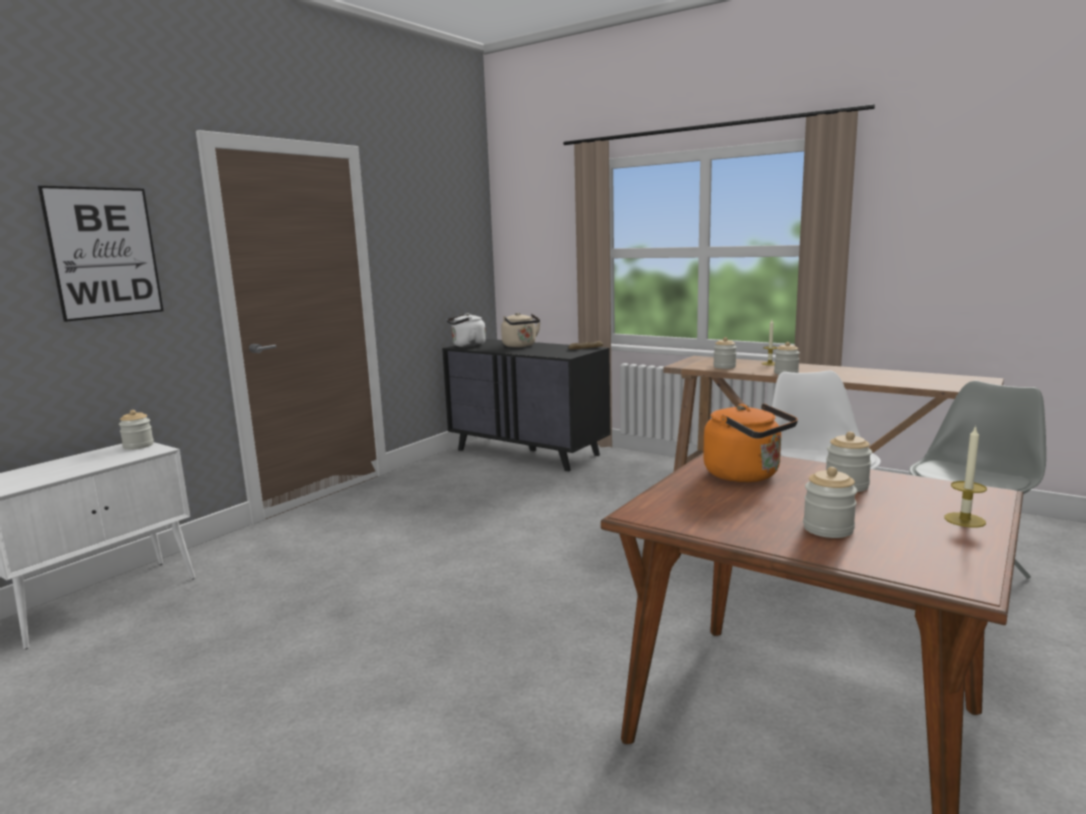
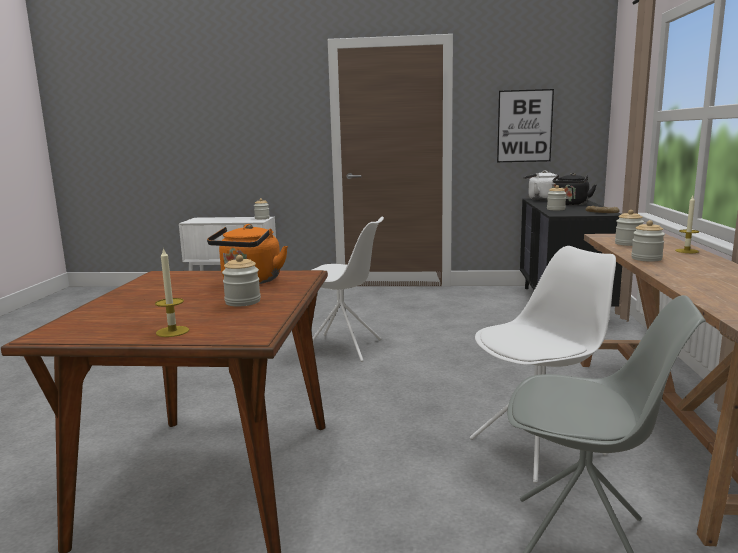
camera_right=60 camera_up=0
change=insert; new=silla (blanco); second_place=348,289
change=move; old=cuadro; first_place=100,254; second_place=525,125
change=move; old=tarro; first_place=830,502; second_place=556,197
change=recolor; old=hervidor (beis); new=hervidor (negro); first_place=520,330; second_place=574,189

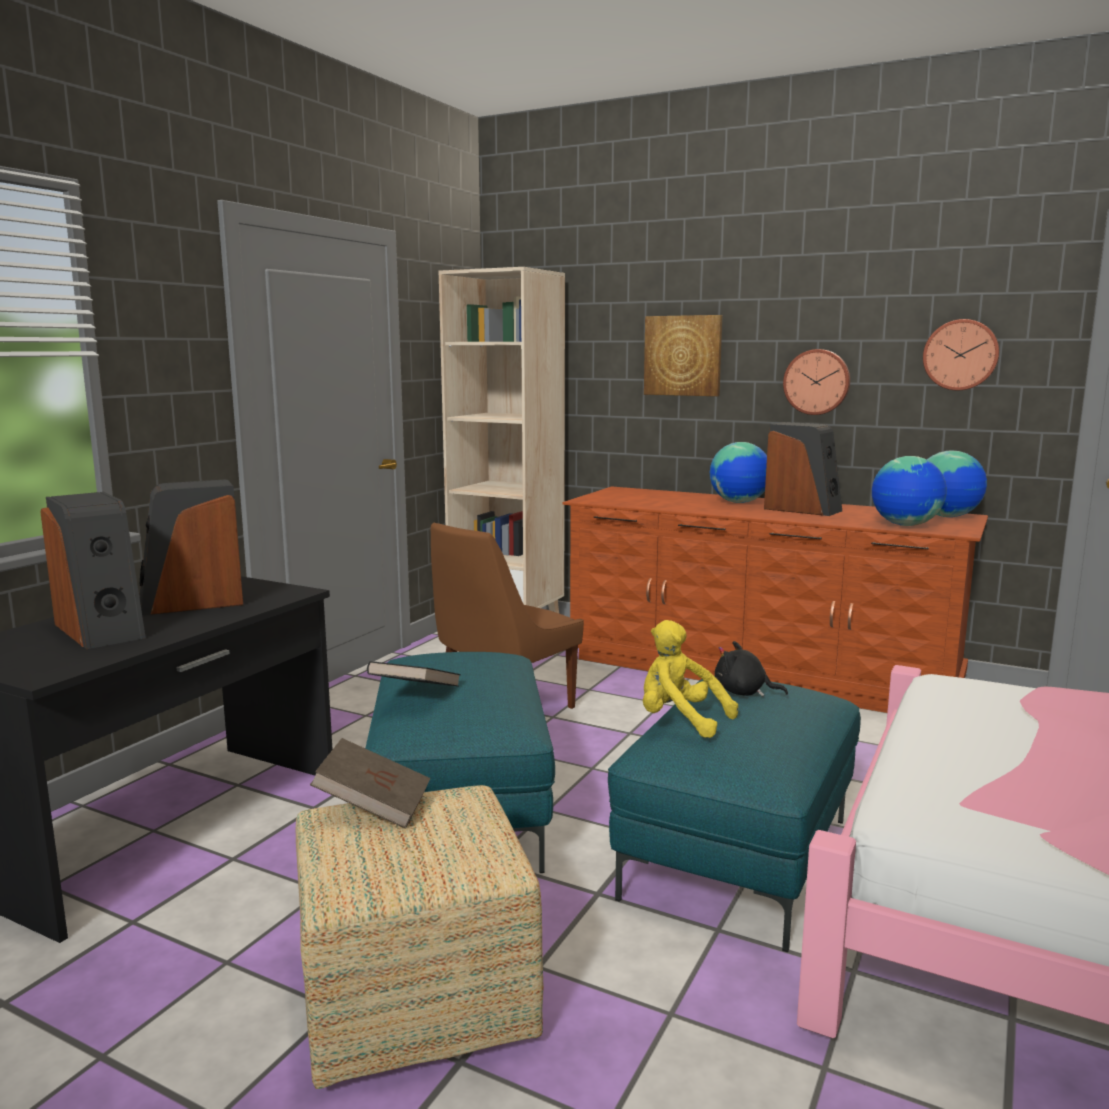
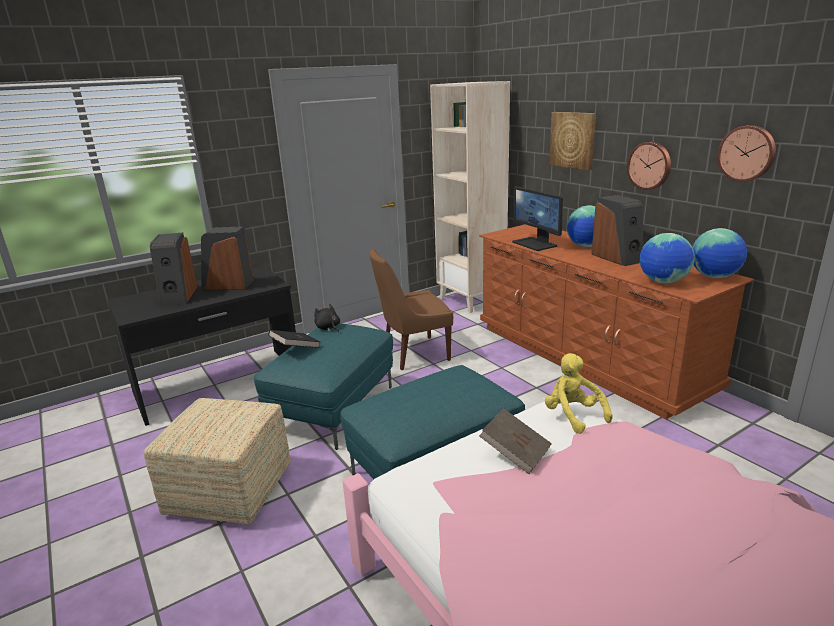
camera_right=30 camera_up=10
change=move; old=peluche (negro); first_place=751,669; second_place=327,318
change=move; old=libro (marrón); first_place=370,783; second_place=515,441
change=insert; new=monitor; second_place=537,218
change=move; old=peluche (amarillo); first_place=690,679; second_place=579,393

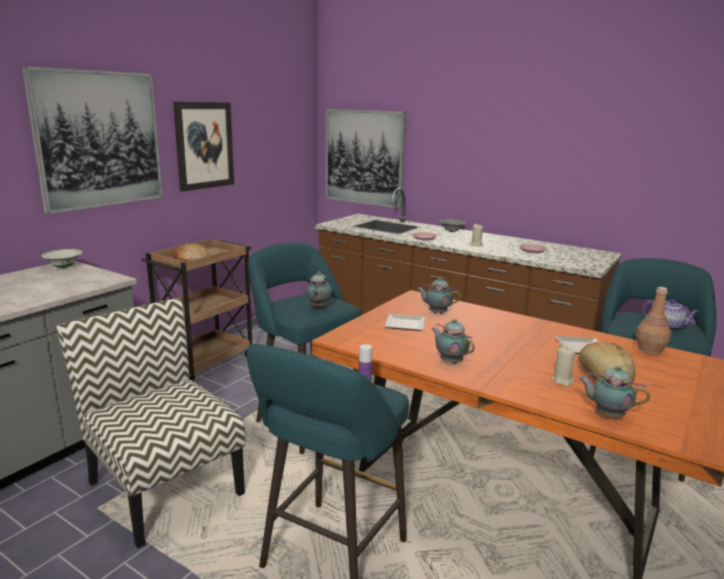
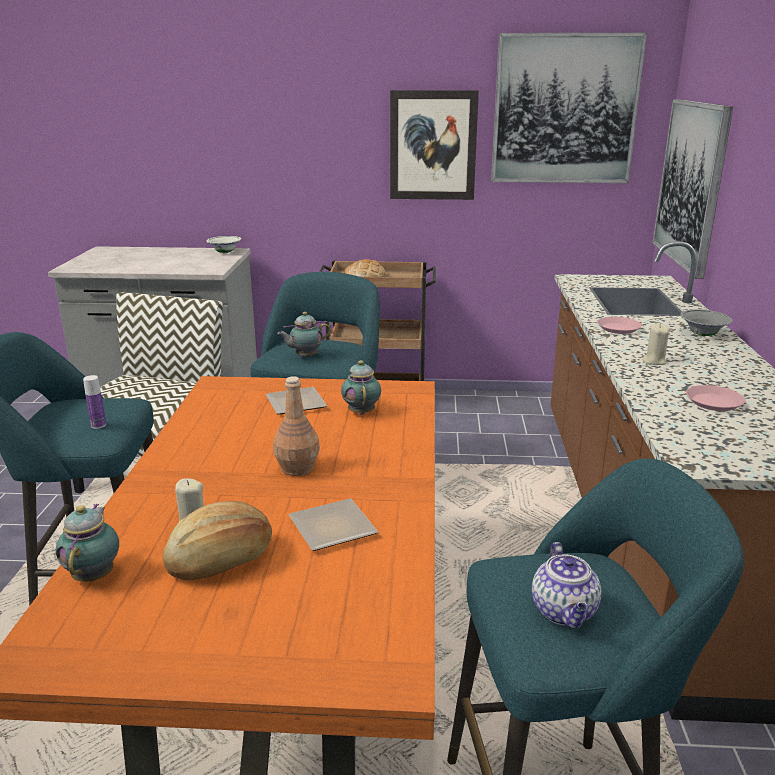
camera_right=60 camera_up=5
change=move; old=botella (marrón); first_place=653,320; second_place=296,426
change=move; old=cuadro; first_place=92,140; second_place=569,108
change=delete; old=tetera; first_place=453,341

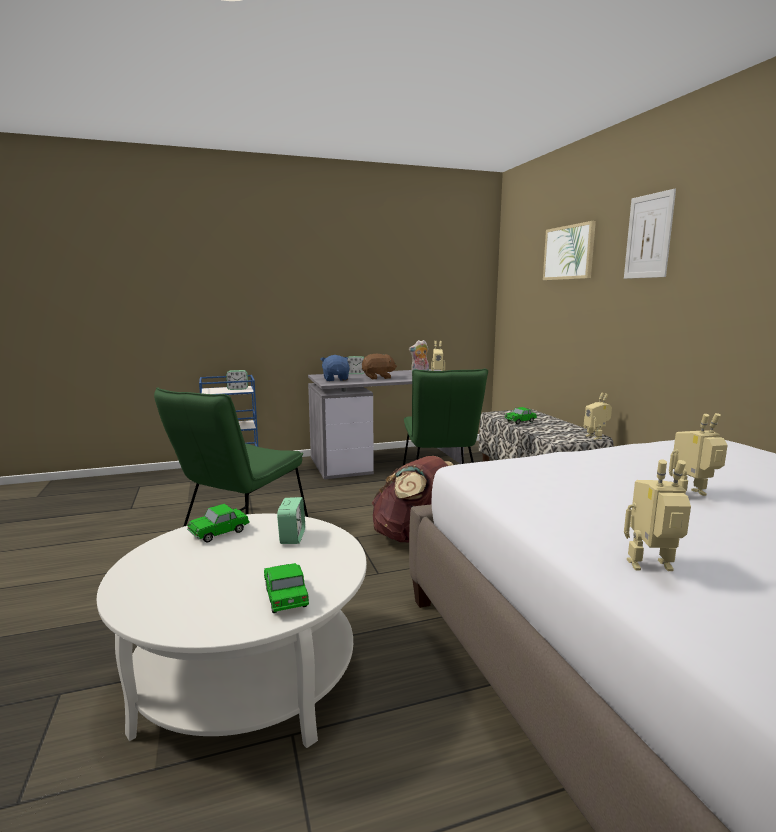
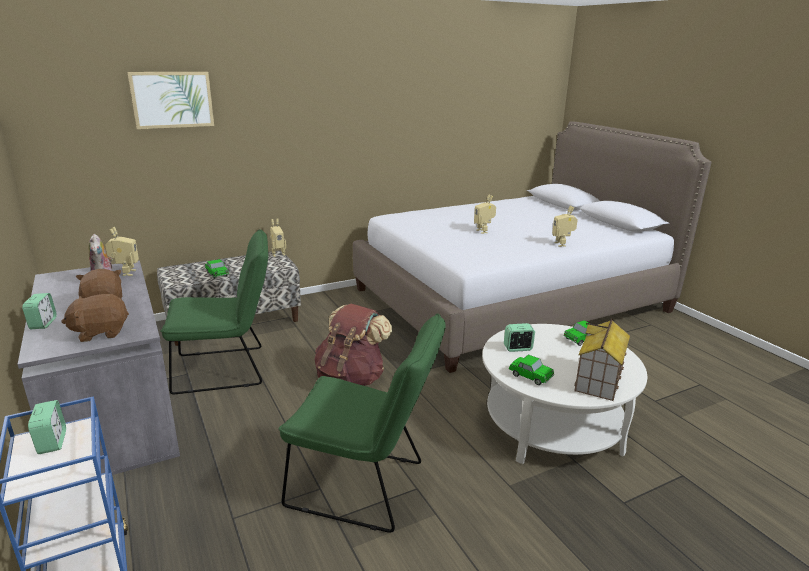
camera_right=-100 camera_up=10
change=recolor; old=peluche (azul); new=peluche (marrón); first_place=335,368; second_place=95,318
change=insert; new=casita; second_place=602,360
change=delete; old=cuadro; first_place=650,234

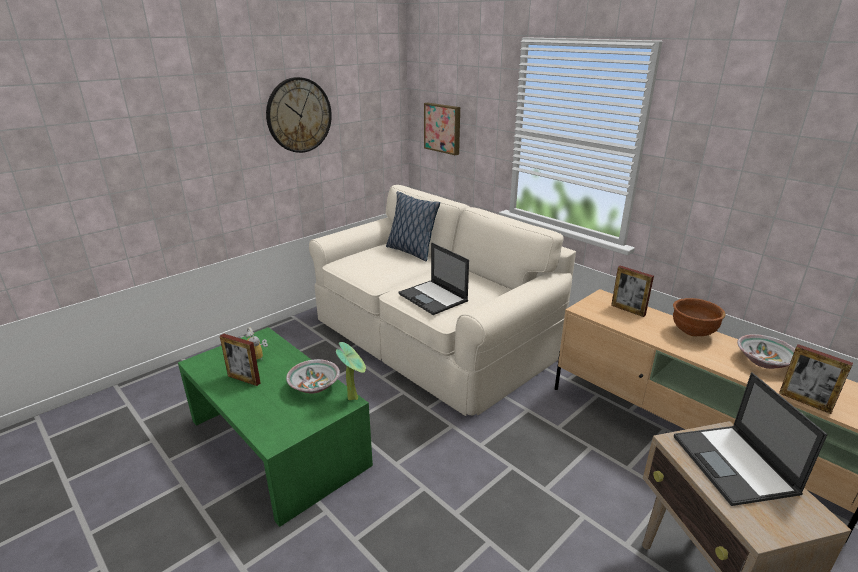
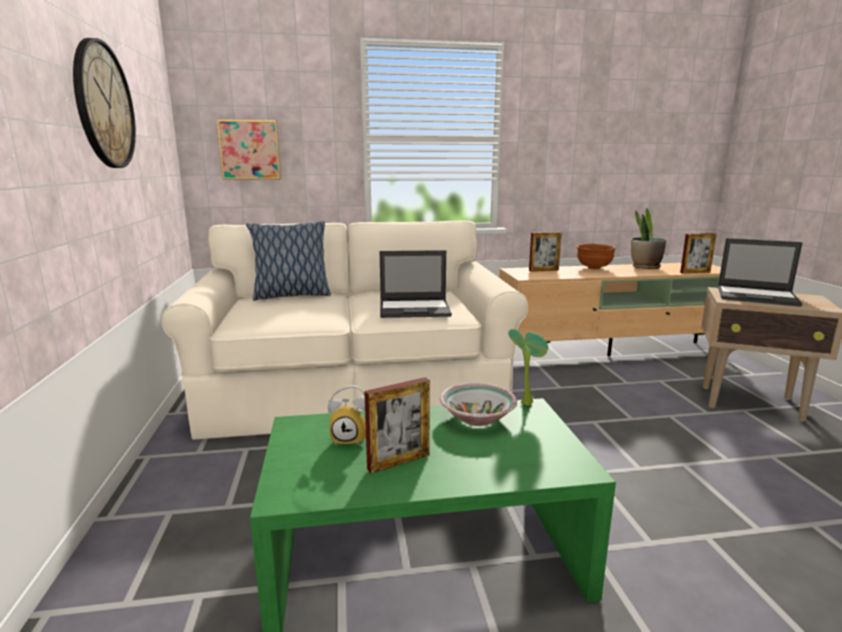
camera_right=-55 camera_up=-10
change=replace; old=cuenco; new=planta en maceta; first_place=766,351; second_place=648,238

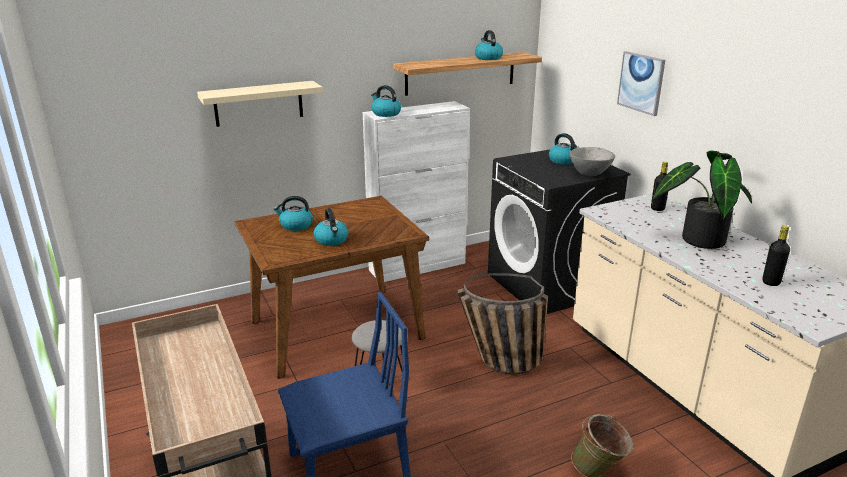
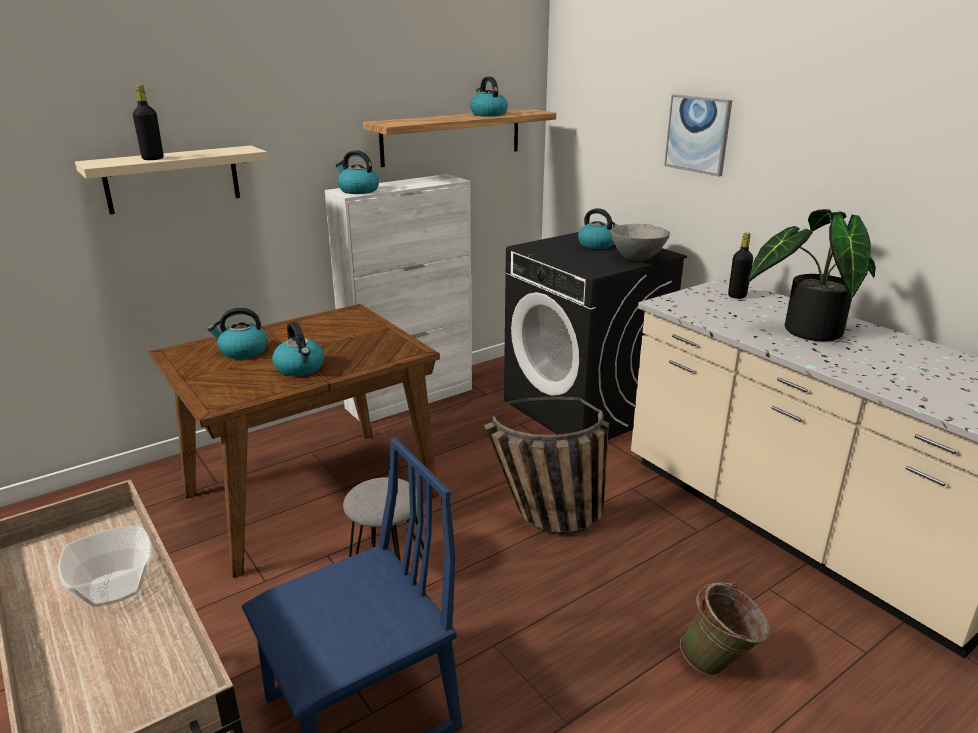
camera_right=-10 camera_up=0
change=insert; new=cuenco; second_place=105,566
change=move; old=botella (negro); first_place=776,255; second_place=148,122

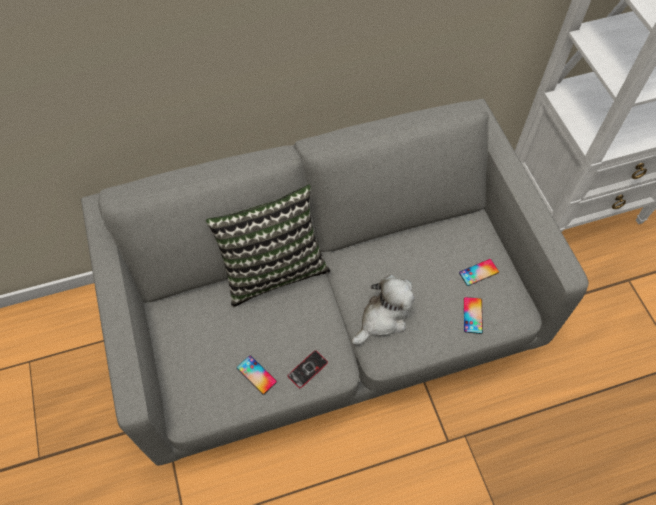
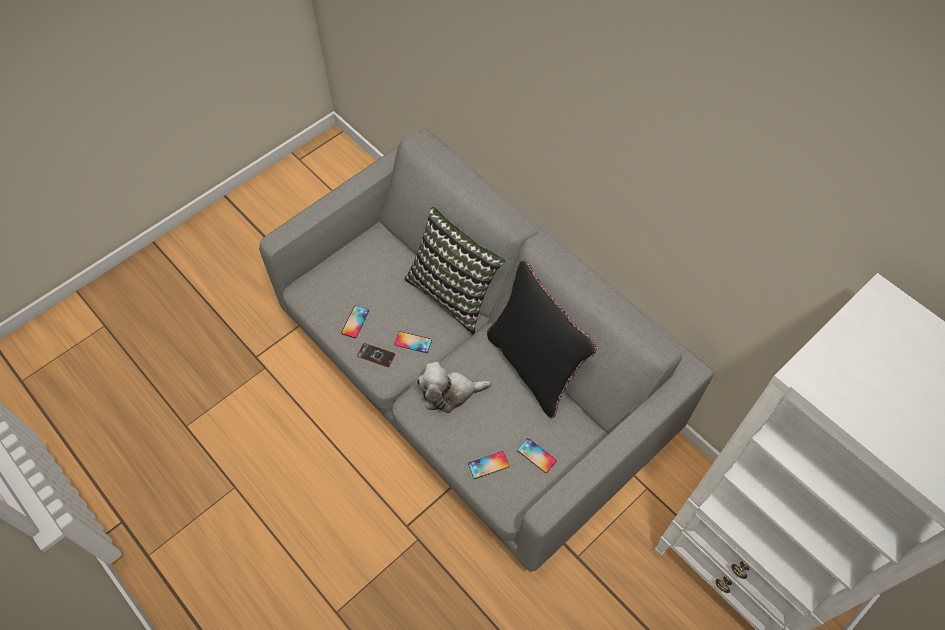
camera_right=65 camera_up=0
change=insert; new=móvil; second_place=413,342
change=rotate; old=peluche; first_place=383,309; second_place=453,387; degrees=150
change=insert; new=cojín (negro); second_place=542,339

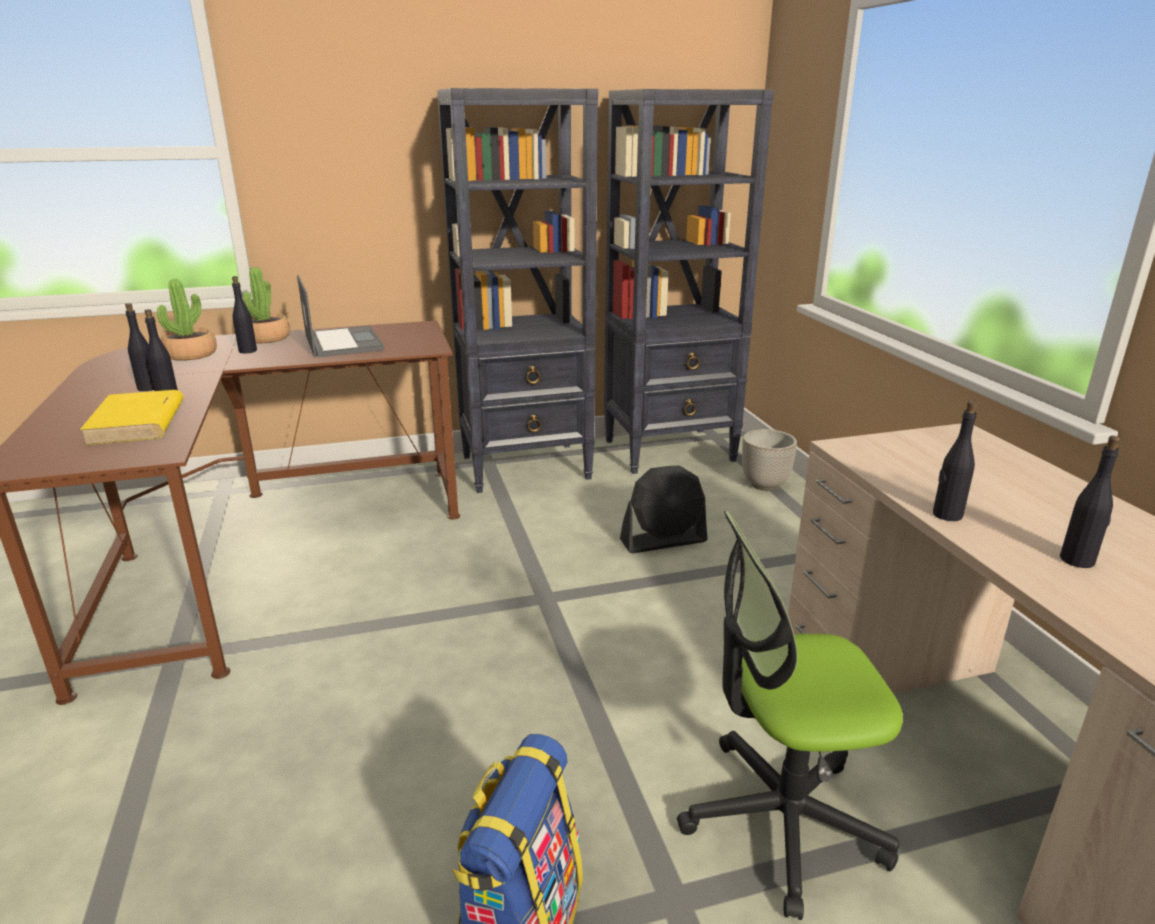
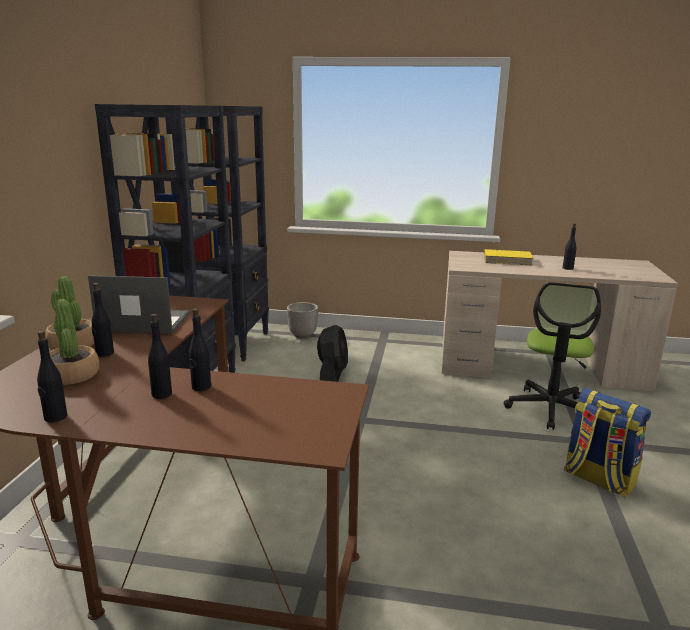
camera_right=-65 camera_up=-5
change=move; old=botella (negro); first_place=955,461; second_place=52,377
change=move; old=libro (amarillo); first_place=131,418; second_place=508,257

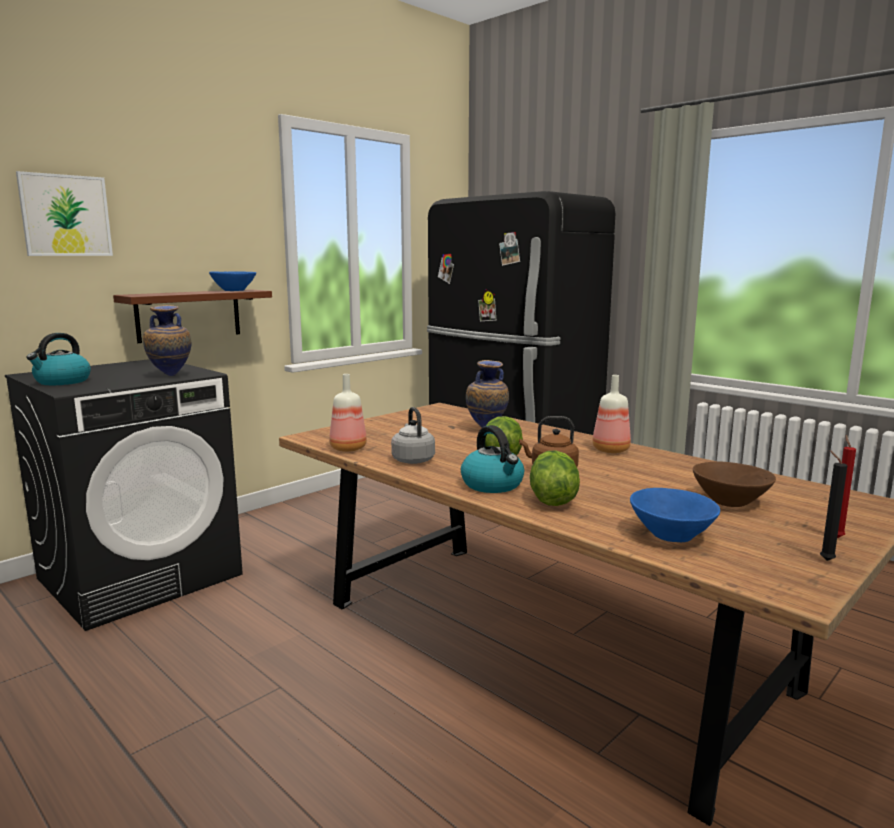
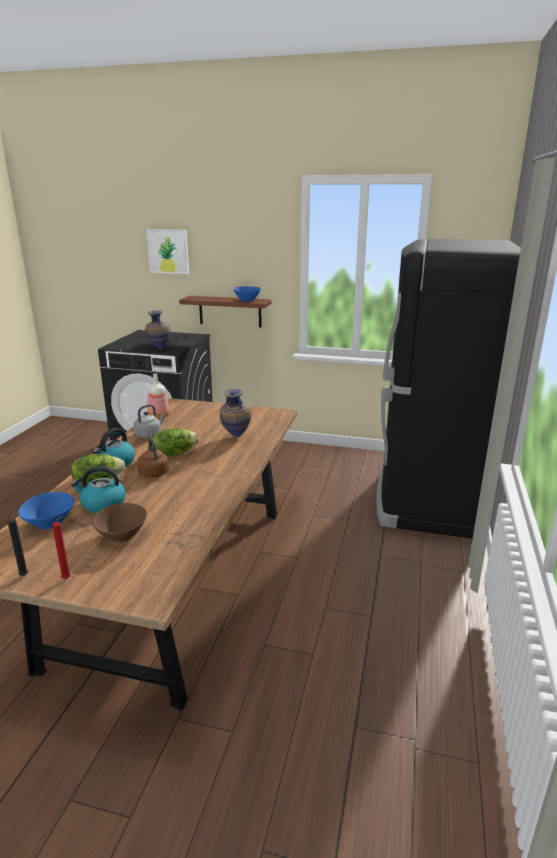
camera_right=60 camera_up=10
change=move; old=hervidor; first_place=59,359; second_place=98,489
change=delete; old=botella; first_place=611,414

